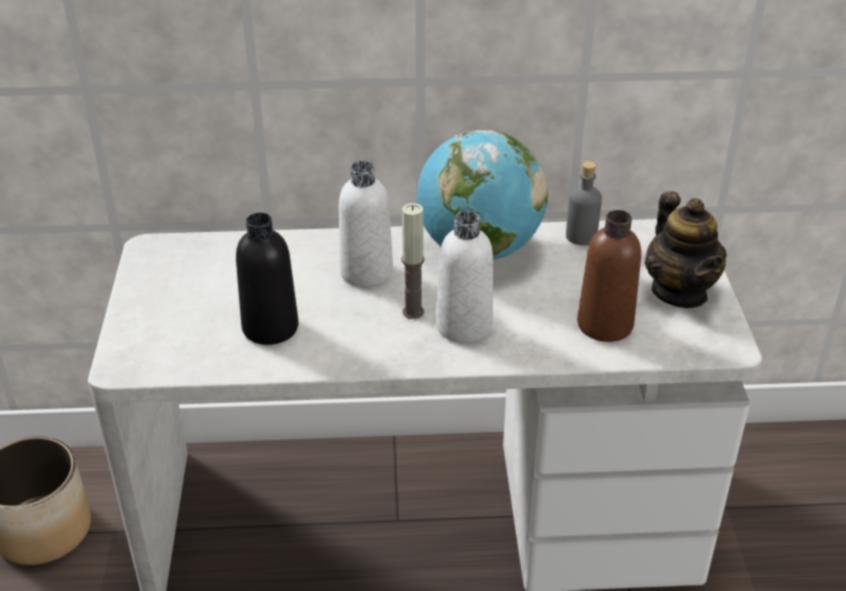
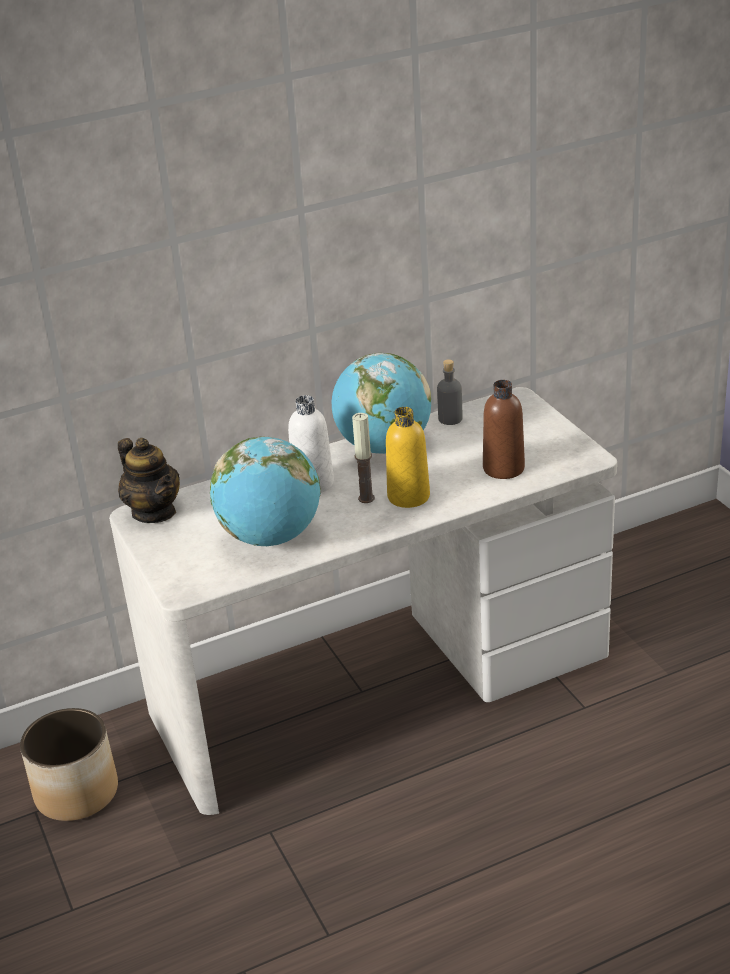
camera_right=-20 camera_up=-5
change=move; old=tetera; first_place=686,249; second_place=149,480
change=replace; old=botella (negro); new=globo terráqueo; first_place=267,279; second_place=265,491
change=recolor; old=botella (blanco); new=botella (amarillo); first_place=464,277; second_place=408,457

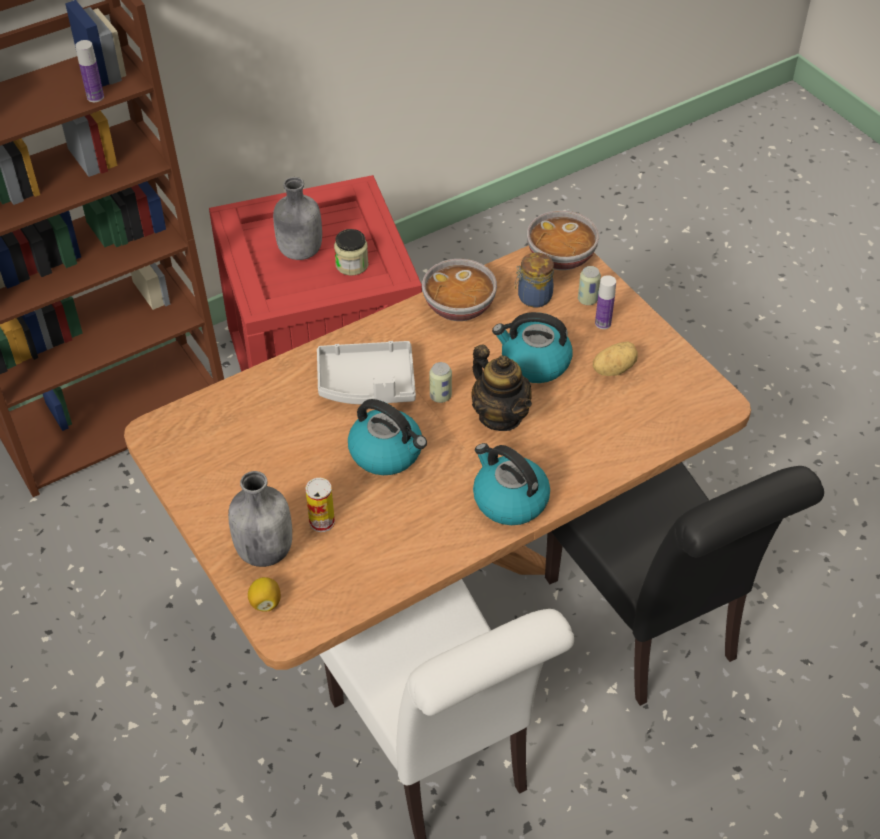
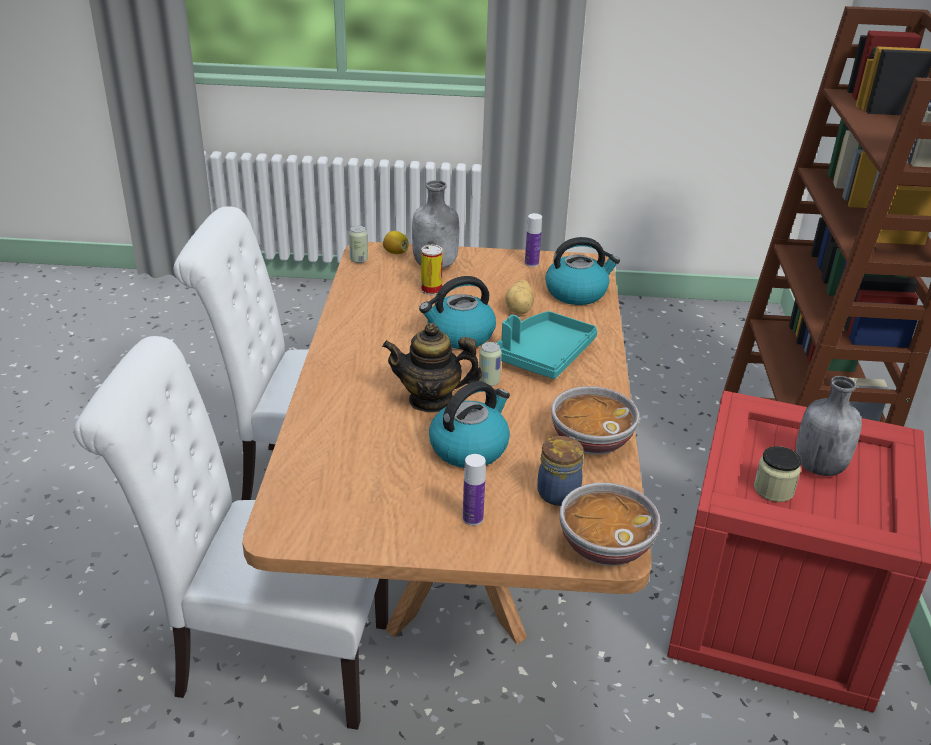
camera_right=125 camera_up=-15
change=recolor; old=silla (negro); new=silla (blanco); first_place=684,584; second_place=231,533
change=move; old=lata; first_place=589,285; second_place=358,244
change=recolor; old=bandeja (gris); new=bandeja (turquesa); first_place=366,372; second_place=547,345
change=move; old=patata; first_place=615,359; second_place=519,297
change=move; old=botella; first_place=89,71; second_place=533,240
change=move; old=hervidor; first_place=511,484; second_place=582,271

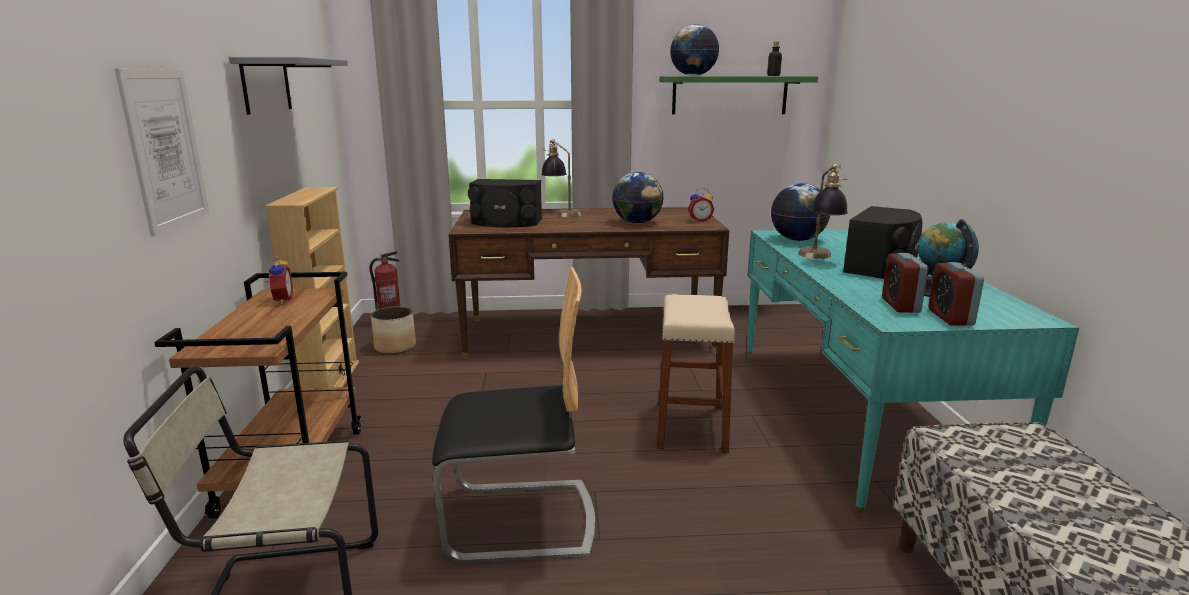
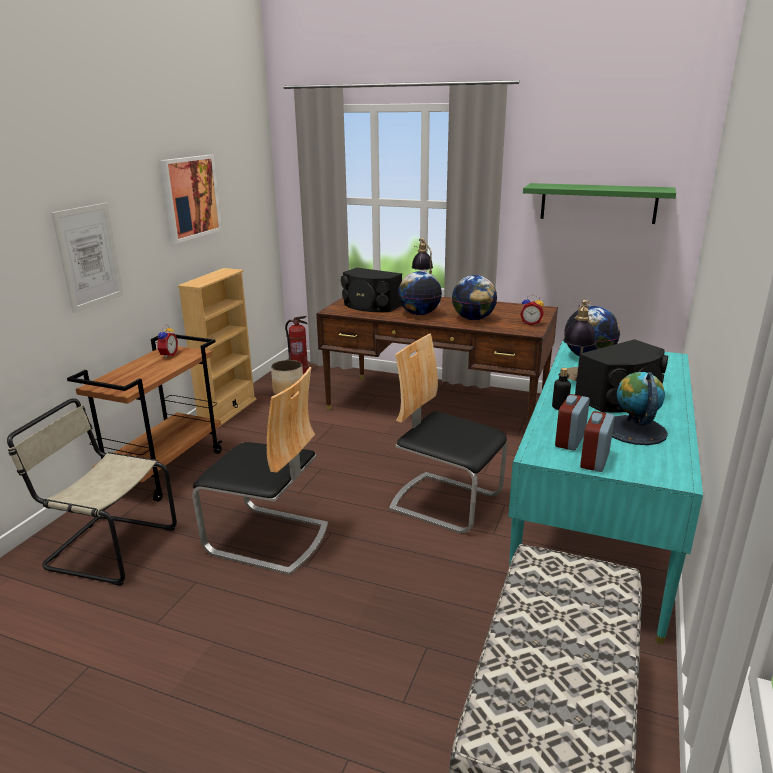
camera_right=25 camera_up=5
change=replace; old=estante (gris); new=cuadro; first_place=288,86; second_place=191,199
change=replace; old=taburete (beis); new=silla; first_place=696,373; second_place=448,433
change=move; old=globo terráqueo; first_place=694,50; second_place=420,293
change=move; old=botella; first_place=774,59; second_place=561,389

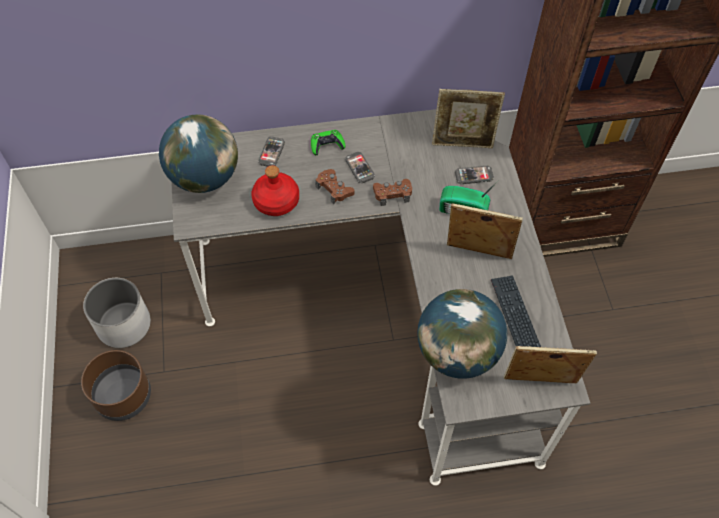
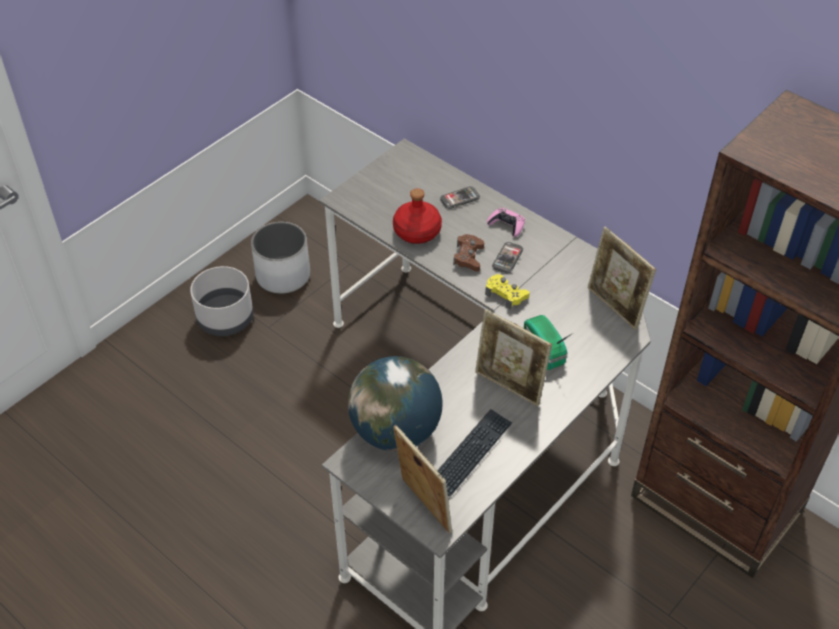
camera_right=50 camera_up=-10
change=recolor; old=maceta (marrón); new=maceta (gris); first_place=116,385; second_place=221,301
change=rotate; old=portarretratos; first_place=485,231; second_place=513,357; degrees=150
change=recolor; old=mando de consola (marrón); new=mando de consola (amarillo); first_place=392,192; second_place=507,291
change=recolor; old=mando de consola (verde); new=mando de consola (rosa); first_place=328,142; second_place=506,222
change=delete; old=globo terráqueo; first_place=198,153
change=delete; old=móvil; first_place=474,175

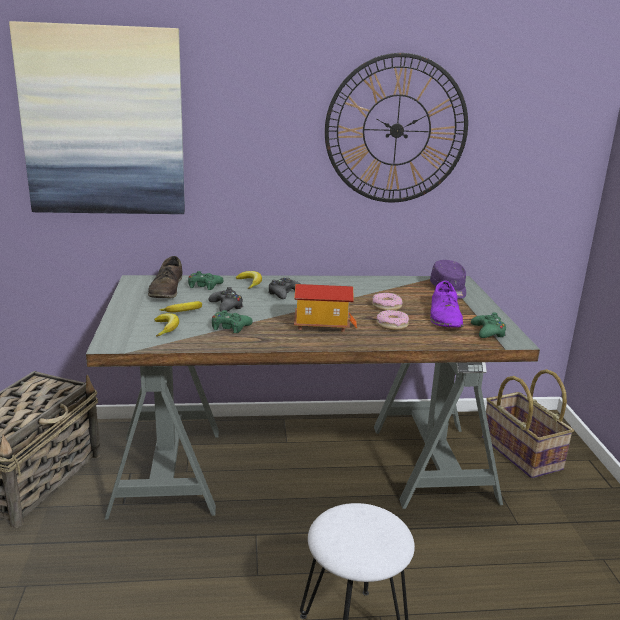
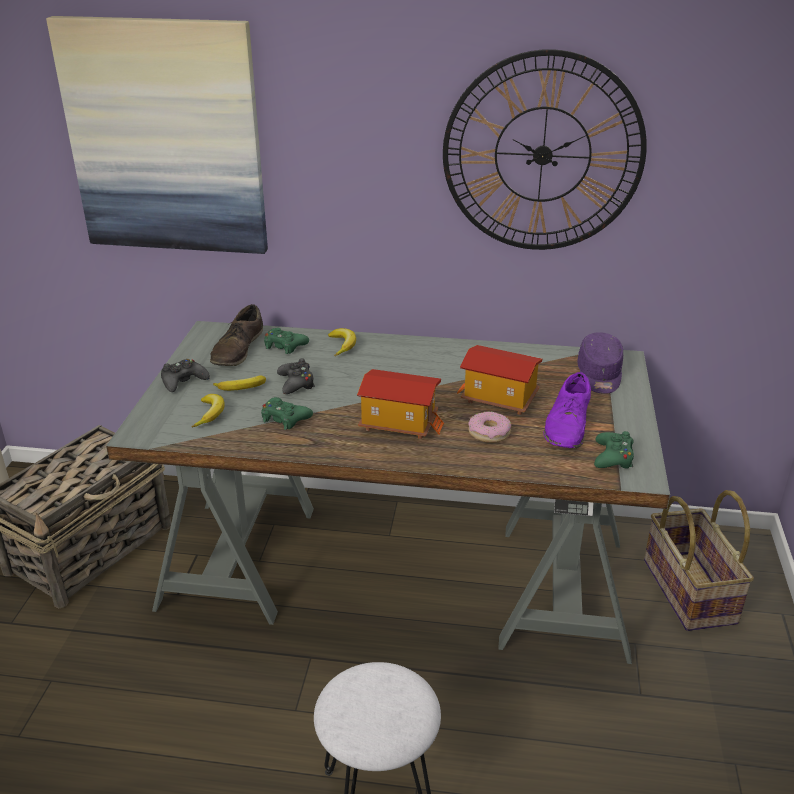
camera_right=15 camera_up=10
change=move; old=mando de consola (negro); first_place=285,288; second_place=185,375
change=replace; old=rosquilla; new=casita; first_place=387,302; second_place=500,380

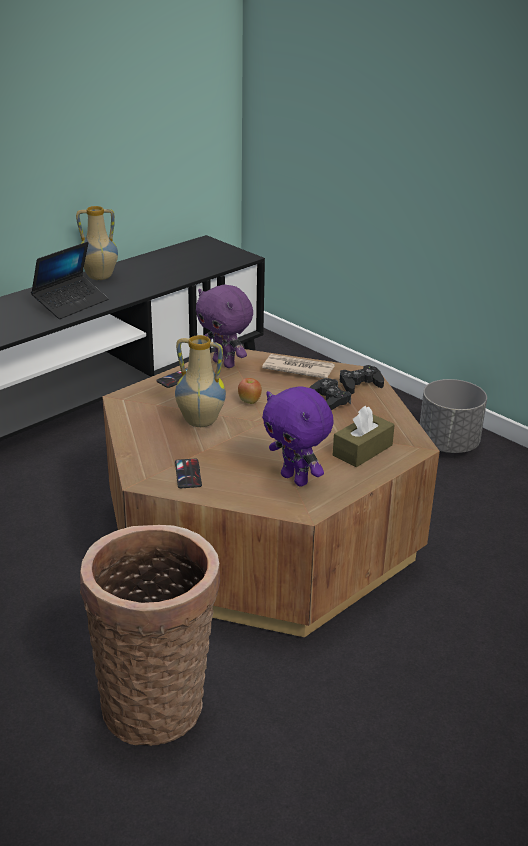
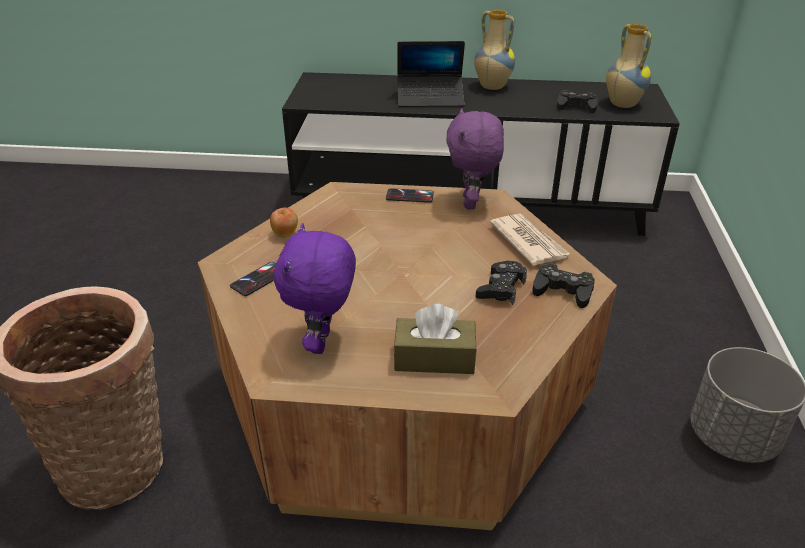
camera_right=50 camera_up=5
change=move; old=manzana; first_place=250,391; second_place=284,223
change=insert; new=mando de consola (negro); second_place=577,102
change=move; old=florero; first_place=200,381; second_place=629,66

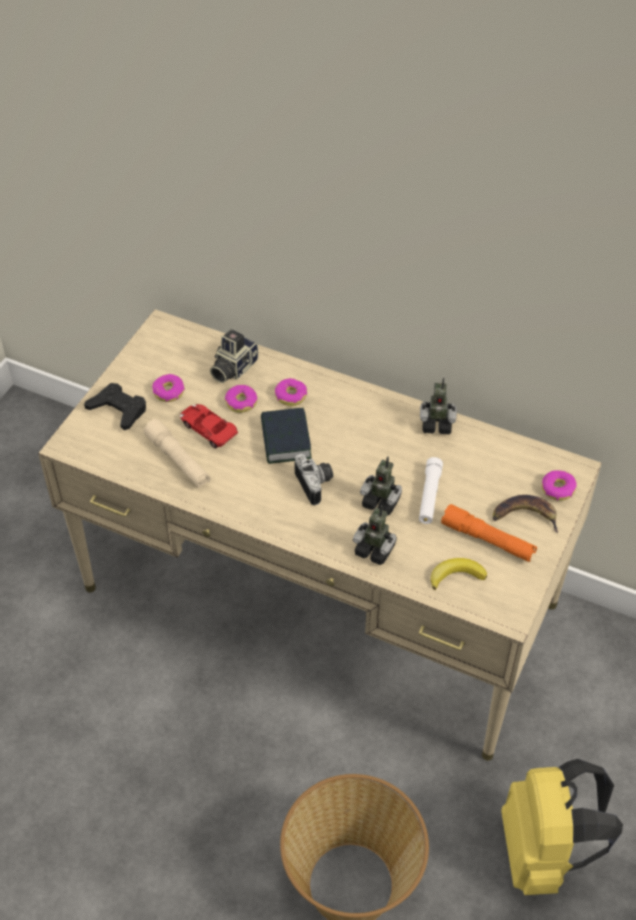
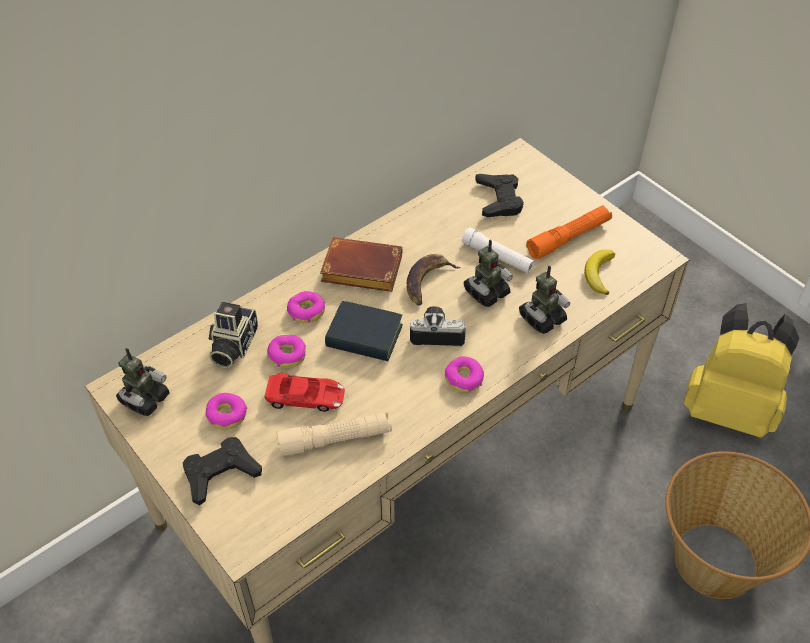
camera_right=-65 camera_up=0
change=move; old=robot de juguete; first_place=438,405; second_place=143,382
change=rotate; old=cámara; first_place=234,356; second_place=233,335; degrees=45
change=rotate; old=coche de juguete (rojo); first_place=209,426; second_place=304,392; degrees=-150
change=insert; new=libro (marrón); second_place=361,264
change=move; old=plátano; first_place=525,514; second_place=433,279
change=move; old=rosquilla; first_place=559,485; second_place=464,374
change=insert; new=mando de consola (negro); second_place=499,195

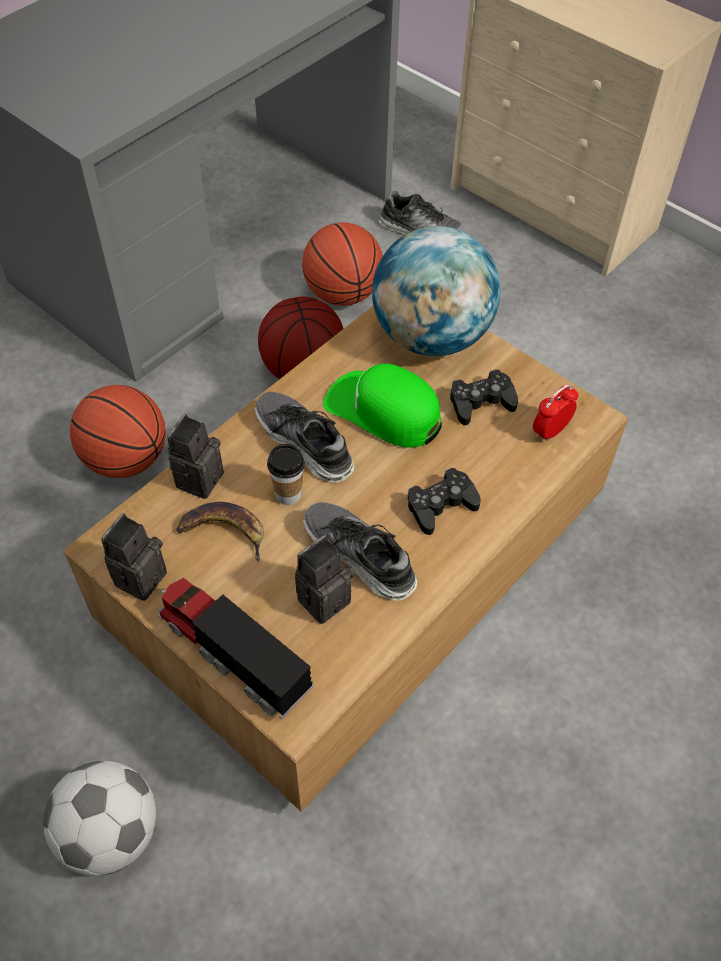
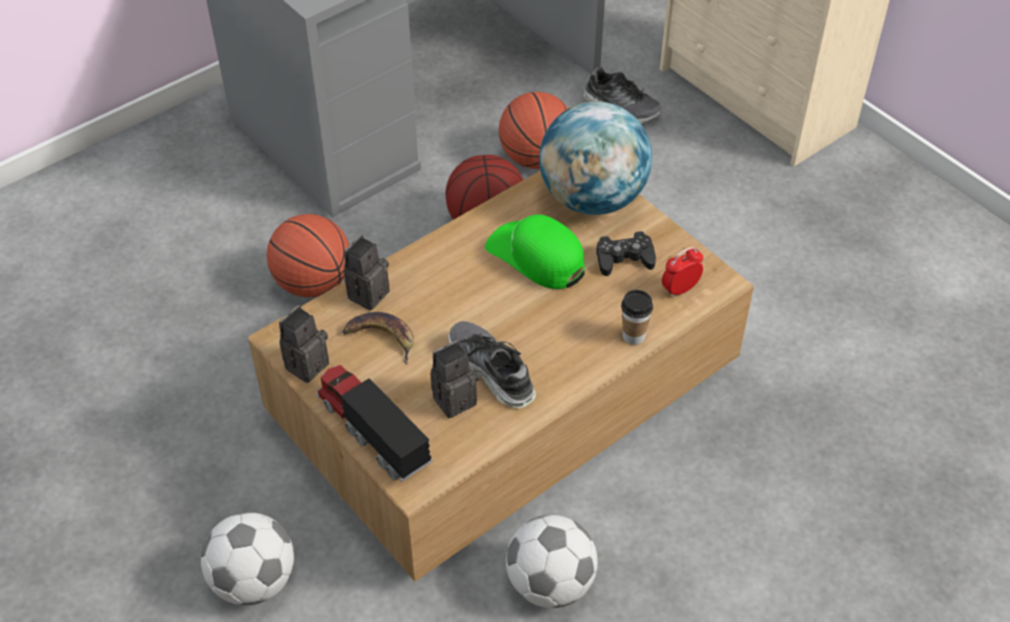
camera_right=10 camera_up=-5
change=insert; new=balón de fútbol; second_place=552,561
change=move; old=taza; first_place=286,474; second_place=637,317
change=delete; old=zapato; first_place=304,437
change=delete; old=mando de consola (negro); first_place=444,501

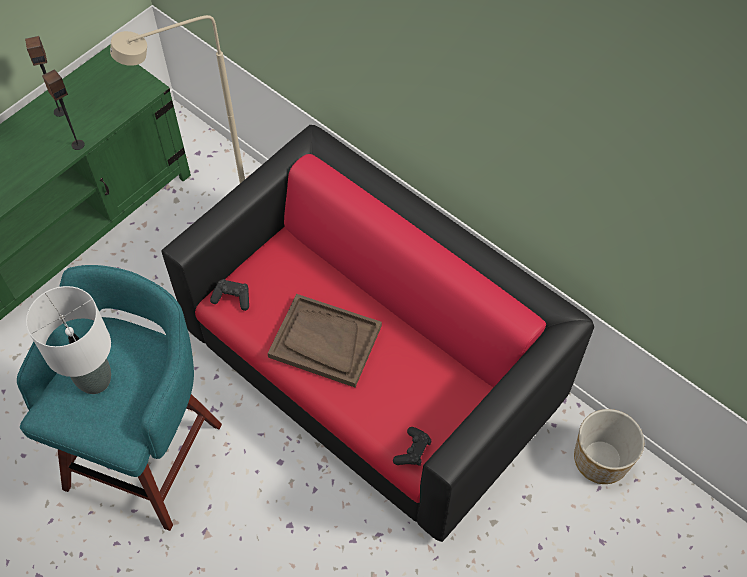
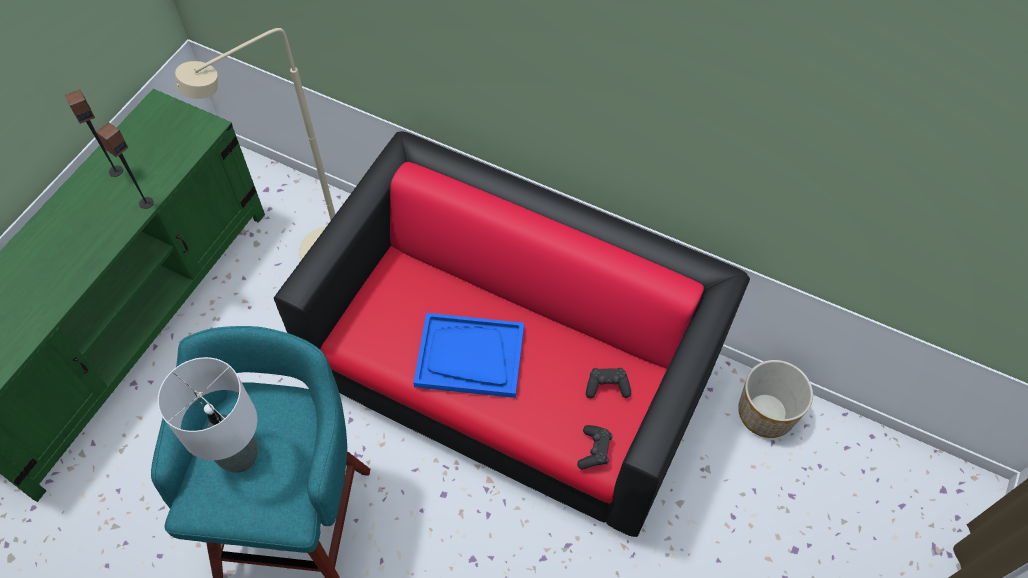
camera_right=-15 camera_up=0
change=recolor; old=bandeja (marrón); new=bandeja (azul); first_place=324,340; second_place=468,355
change=move; old=mando de consola (negro); first_place=229,295; second_place=608,383

